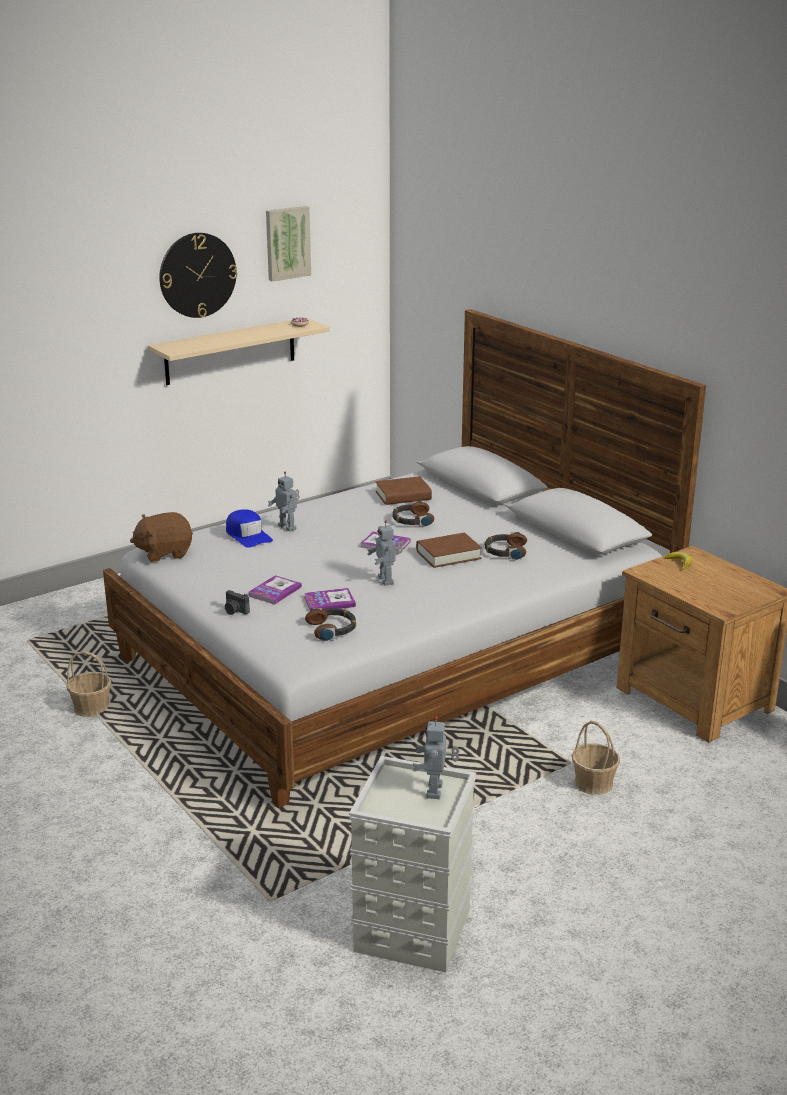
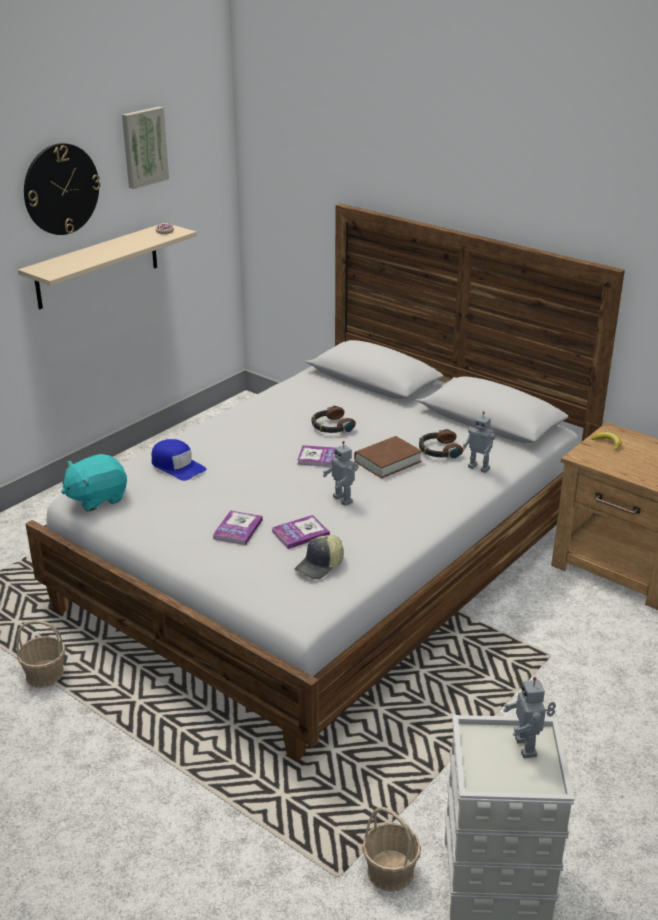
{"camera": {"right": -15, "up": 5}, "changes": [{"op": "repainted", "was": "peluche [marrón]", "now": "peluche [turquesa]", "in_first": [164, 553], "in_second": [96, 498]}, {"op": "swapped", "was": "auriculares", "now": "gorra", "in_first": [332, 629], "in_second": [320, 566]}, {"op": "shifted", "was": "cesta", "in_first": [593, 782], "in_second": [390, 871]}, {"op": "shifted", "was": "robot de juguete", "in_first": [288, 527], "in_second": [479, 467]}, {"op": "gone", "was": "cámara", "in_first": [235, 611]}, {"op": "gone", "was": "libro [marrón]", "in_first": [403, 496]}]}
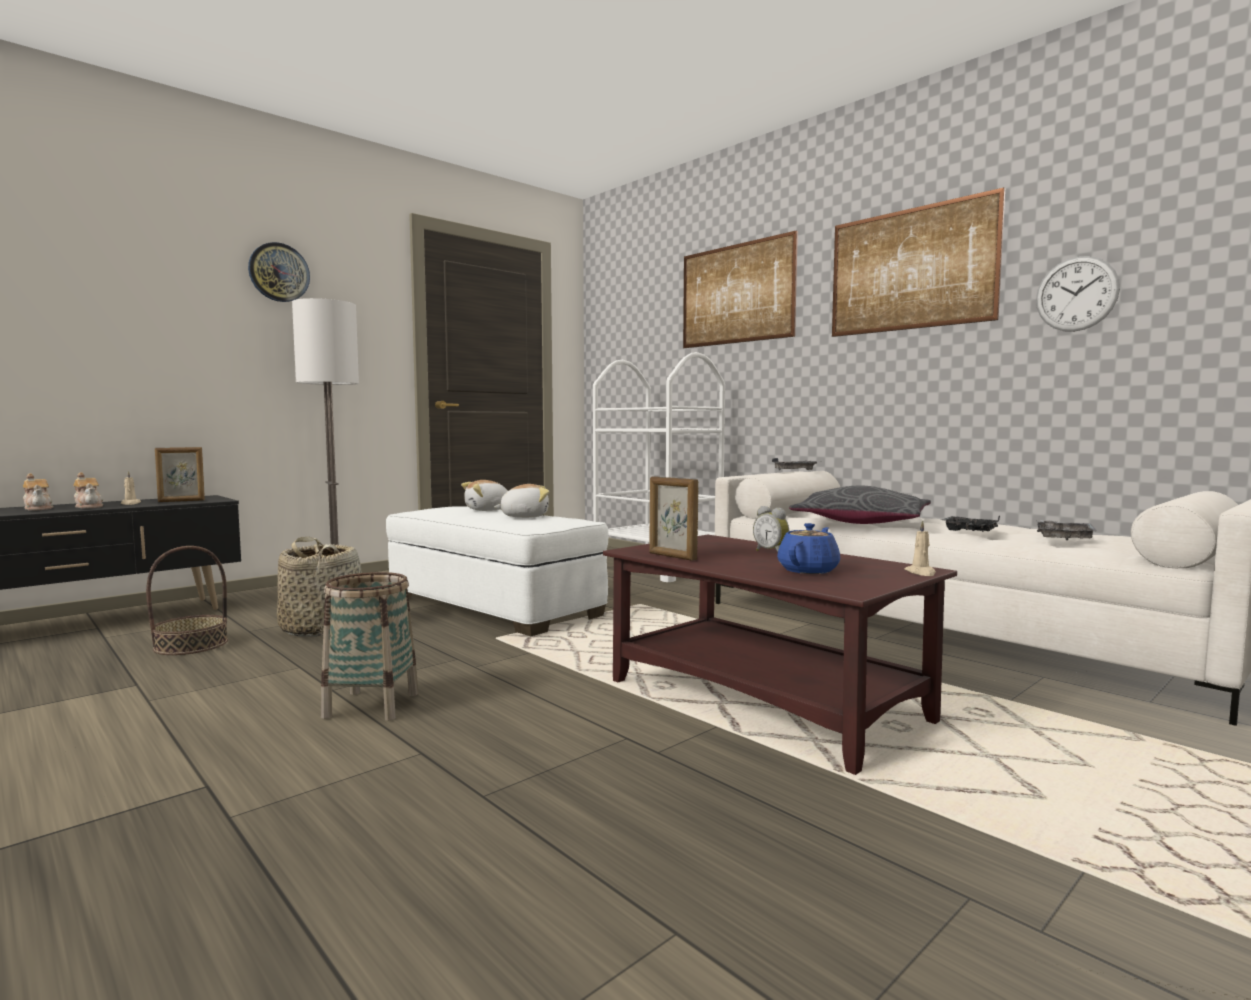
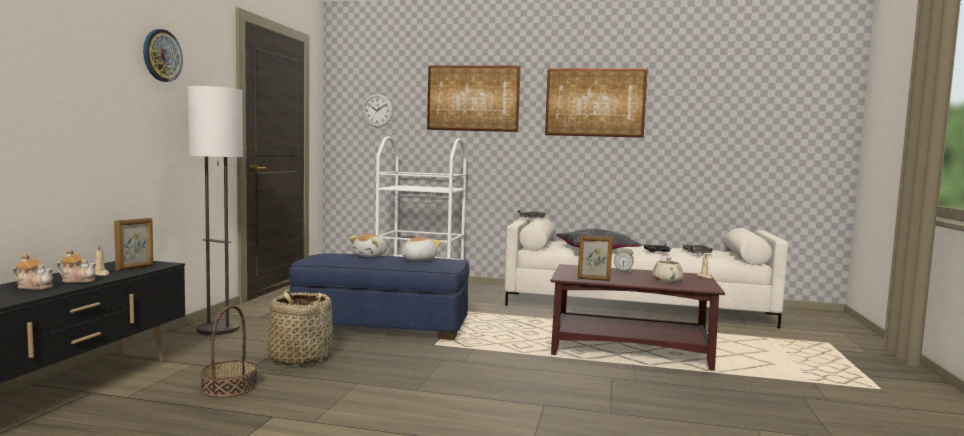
{"camera": {"right": -35, "up": 0}, "changes": [{"op": "repainted", "was": "puf [blanco]", "now": "puf [azul]", "in_first": [494, 607], "in_second": [382, 326]}, {"op": "shifted", "was": "reloj de pared", "in_first": [1076, 294], "in_second": [377, 110]}, {"op": "repainted", "was": "tetera [azul]", "now": "tetera [beis]", "in_first": [809, 570], "in_second": [667, 280]}, {"op": "gone", "was": "cesta", "in_first": [372, 705]}]}
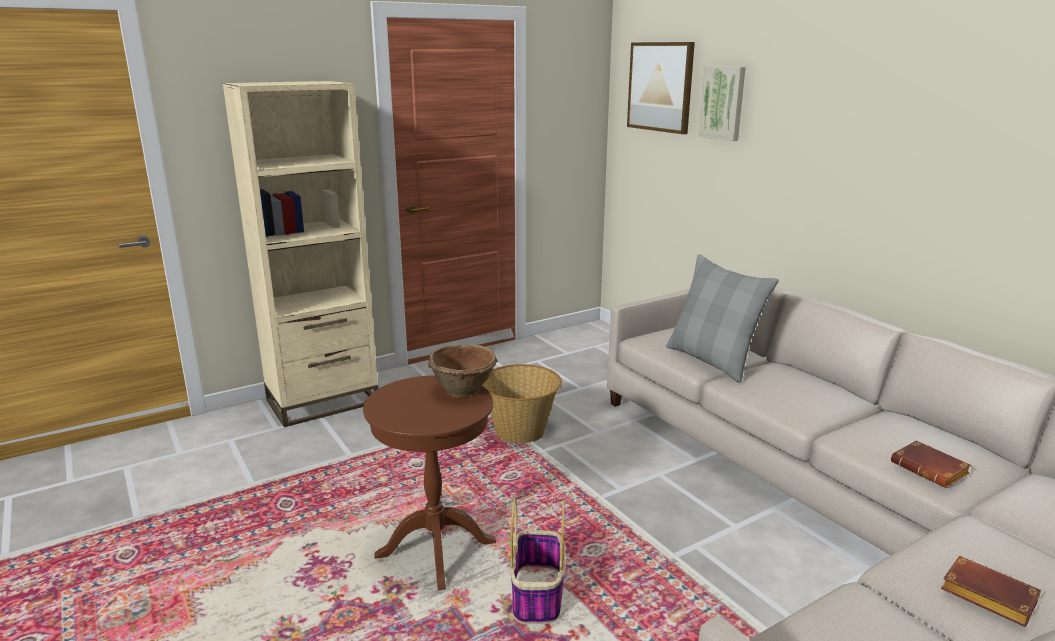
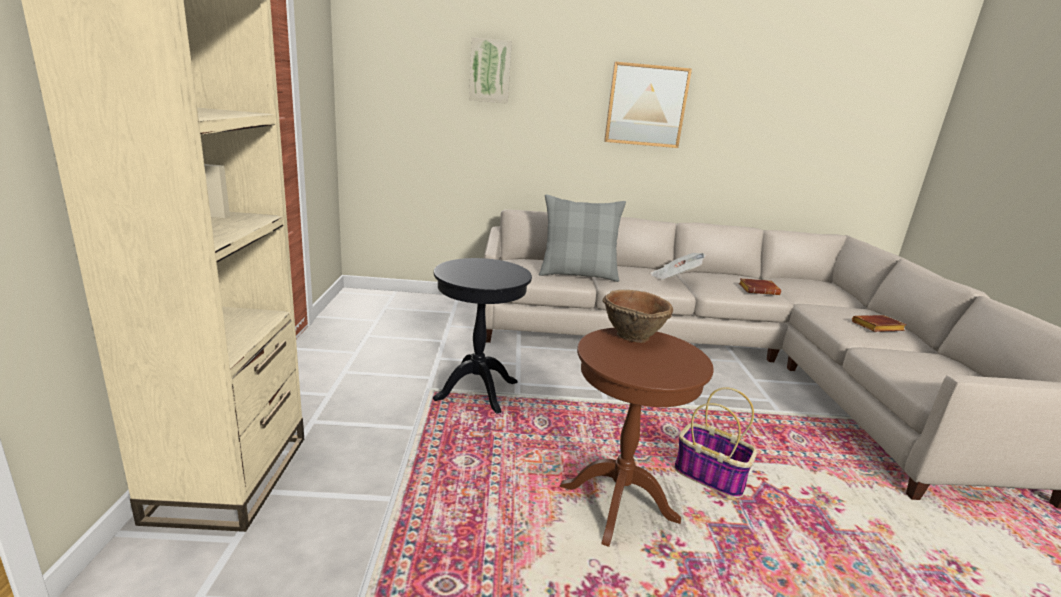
{"camera": {"right": -60, "up": 0}, "changes": [{"op": "swapped", "was": "cesta", "now": "mesa auxiliar [negro]", "in_first": [521, 432], "in_second": [476, 391]}, {"op": "shifted", "was": "cuadro", "in_first": [660, 87], "in_second": [646, 105]}, {"op": "new", "now": "periódico", "in_second": [674, 278]}]}
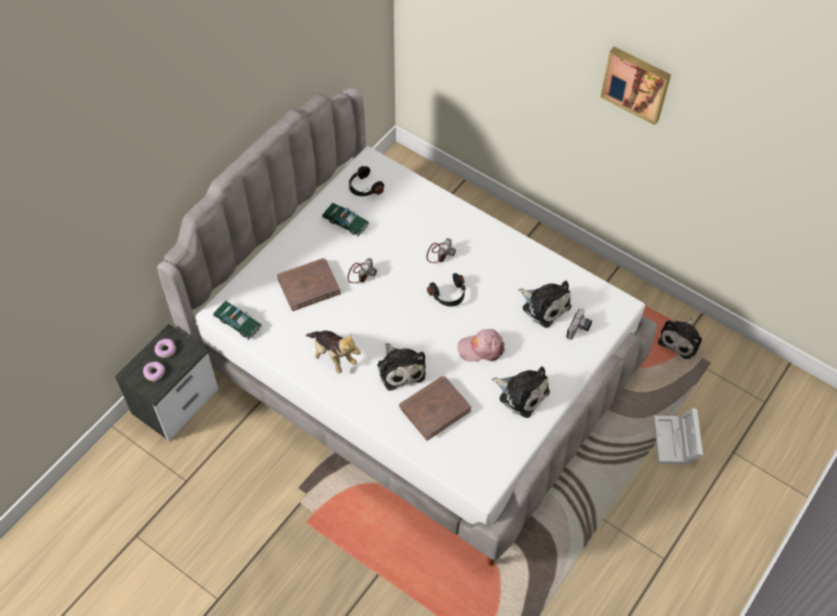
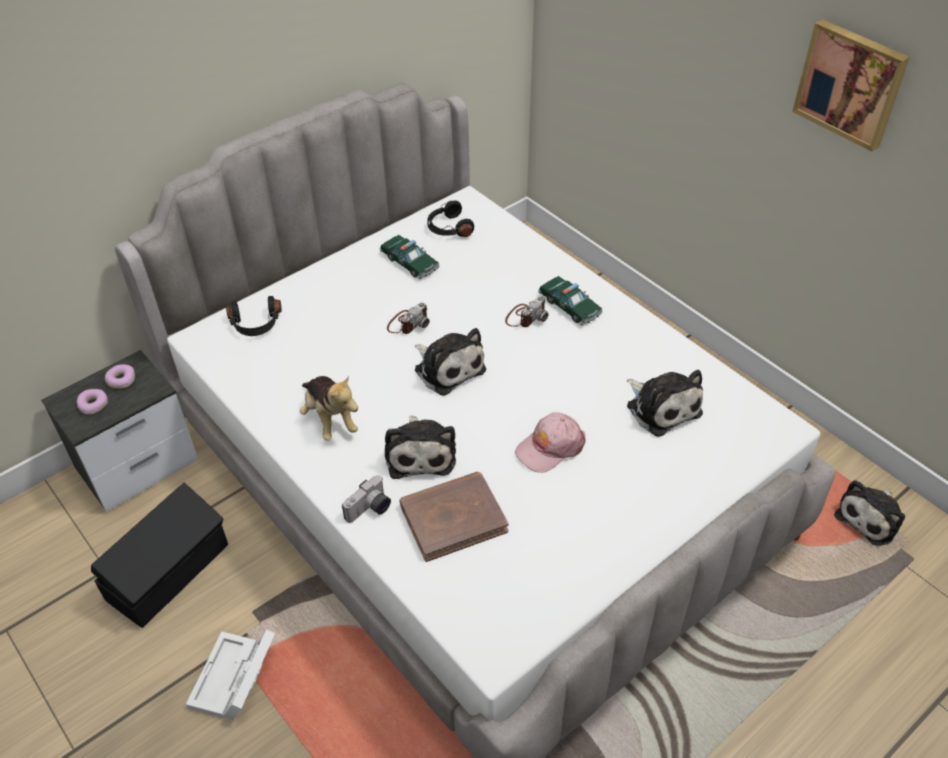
{"camera": {"right": 15, "up": -10}, "changes": [{"op": "new", "now": "caja de almacenaje [negro]", "in_second": [170, 572]}, {"op": "shifted", "was": "caja de almacenaje [blanco]", "in_first": [676, 442], "in_second": [234, 681]}, {"op": "shifted", "was": "auriculares [negro]", "in_first": [449, 295], "in_second": [256, 324]}, {"op": "shifted", "was": "cámara", "in_first": [579, 329], "in_second": [370, 510]}, {"op": "shifted", "was": "peluche", "in_first": [521, 393], "in_second": [447, 368]}, {"op": "rotated", "was": "gorra [rosa]", "in_first": [481, 348], "in_second": [550, 447], "clockwise": -45}, {"op": "shifted", "was": "coche de juguete", "in_first": [238, 323], "in_second": [569, 306]}, {"op": "gone", "was": "libro [marrón]", "in_first": [308, 285]}]}
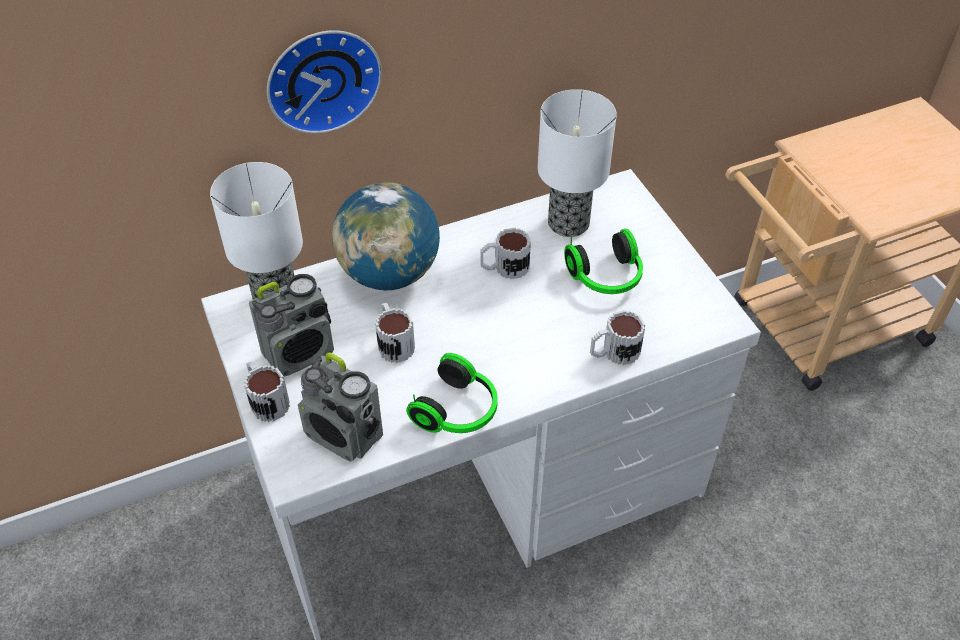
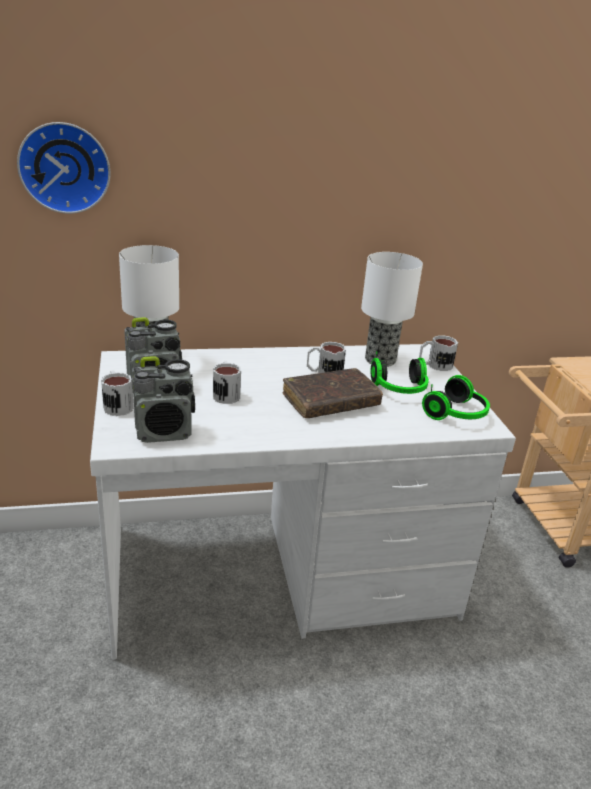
{"camera": {"right": 10, "up": -20}, "changes": [{"op": "shifted", "was": "reloj de pared", "in_first": [322, 78], "in_second": [65, 167]}, {"op": "rotated", "was": "radio", "in_first": [344, 435], "in_second": [164, 432], "clockwise": -60}, {"op": "new", "now": "libro [marrón]", "in_second": [330, 402]}, {"op": "shifted", "was": "taza grande", "in_first": [613, 352], "in_second": [434, 365]}, {"op": "shifted", "was": "auriculares", "in_first": [458, 411], "in_second": [457, 414]}, {"op": "gone", "was": "globo terráqueo", "in_first": [389, 274]}]}
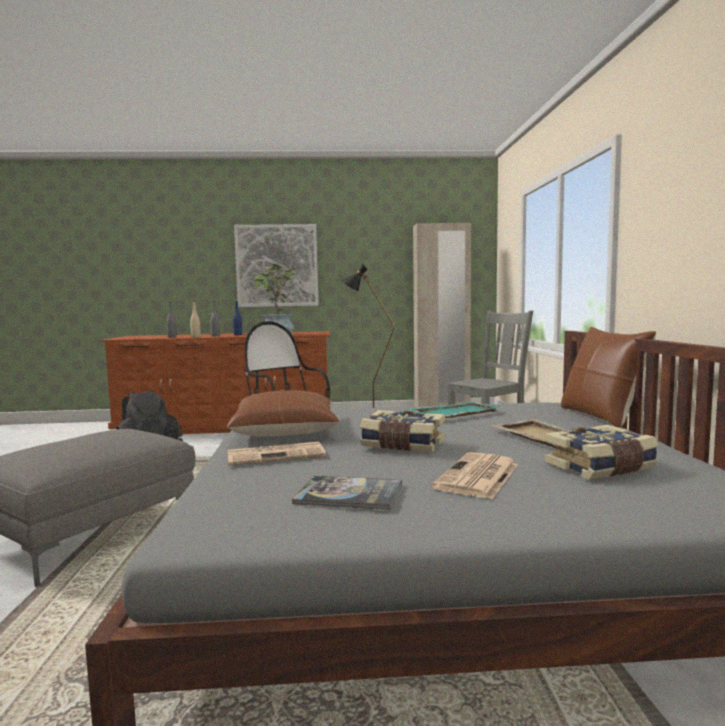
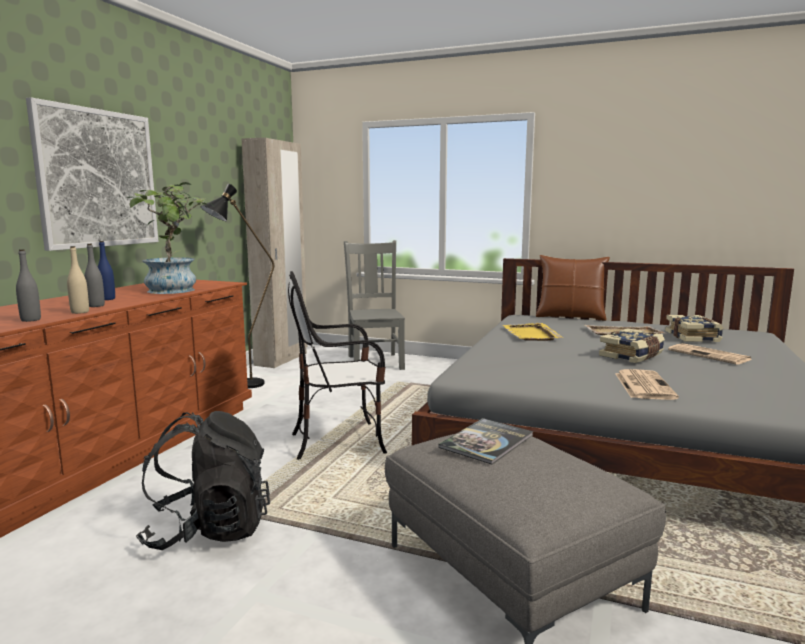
{"camera": {"right": -65, "up": 5}, "changes": [{"op": "shifted", "was": "libro", "in_first": [349, 494], "in_second": [486, 442]}, {"op": "repainted", "was": "bandeja [turquesa]", "now": "bandeja [amarillo]", "in_first": [454, 413], "in_second": [531, 334]}, {"op": "gone", "was": "cojín [marrón]", "in_first": [285, 430]}]}
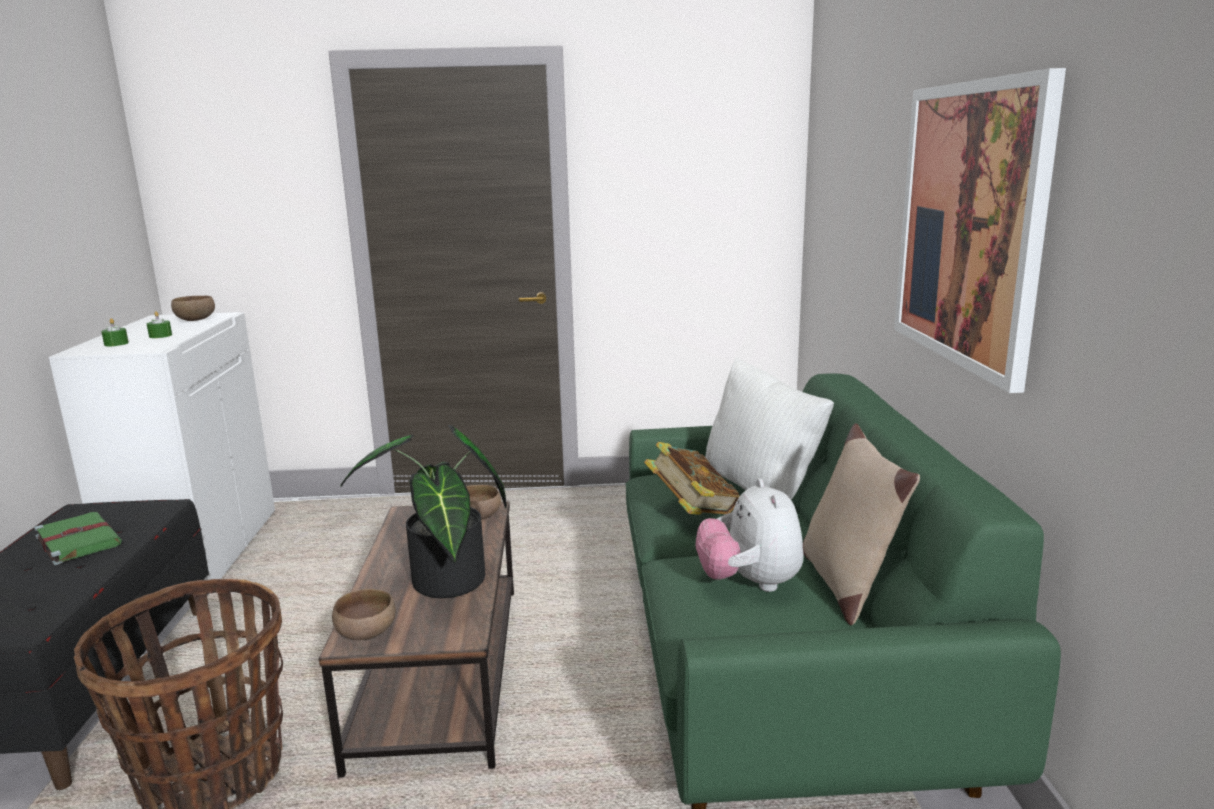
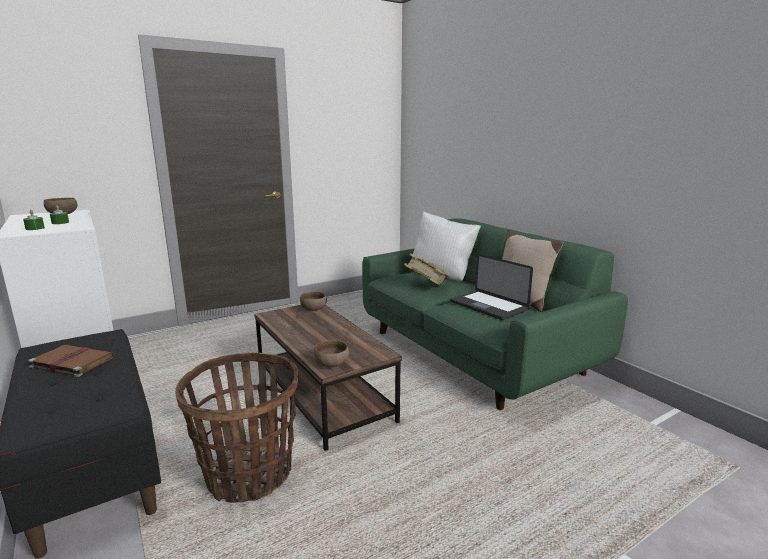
{"camera": {"right": -30, "up": 0}, "changes": [{"op": "repainted", "was": "libro [verde]", "now": "libro [marrón]", "in_first": [77, 540], "in_second": [71, 362]}, {"op": "swapped", "was": "peluche", "now": "portátil", "in_first": [749, 583], "in_second": [488, 306]}, {"op": "gone", "was": "planta en maceta", "in_first": [444, 586]}, {"op": "gone", "was": "cuadro", "in_first": [969, 225]}]}
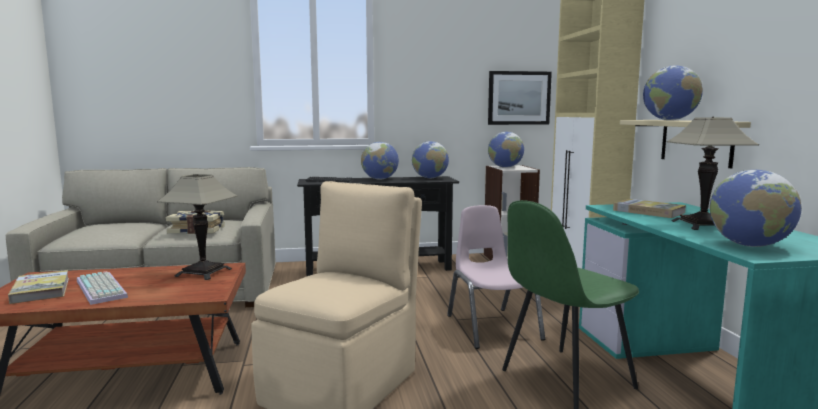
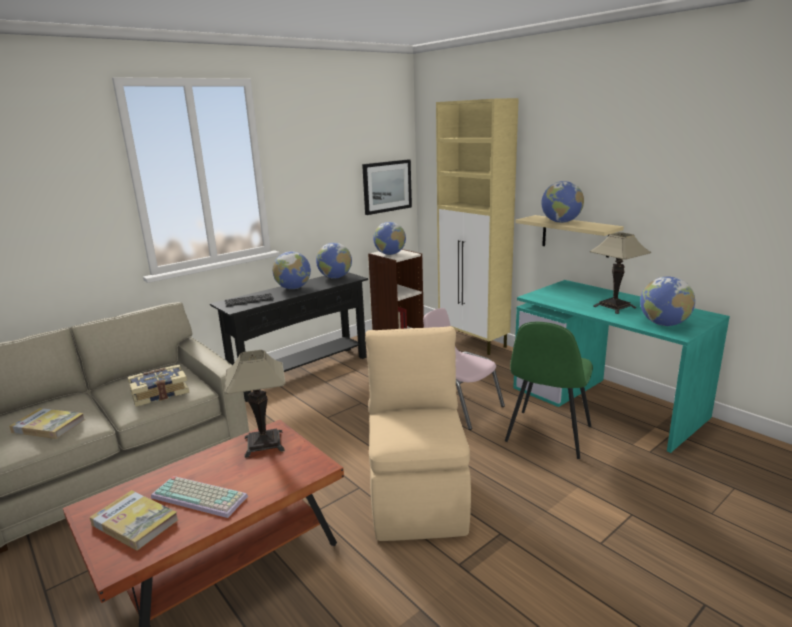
{"camera": {"right": -30, "up": 10}, "changes": [{"op": "shifted", "was": "libro", "in_first": [648, 211], "in_second": [48, 426]}]}
